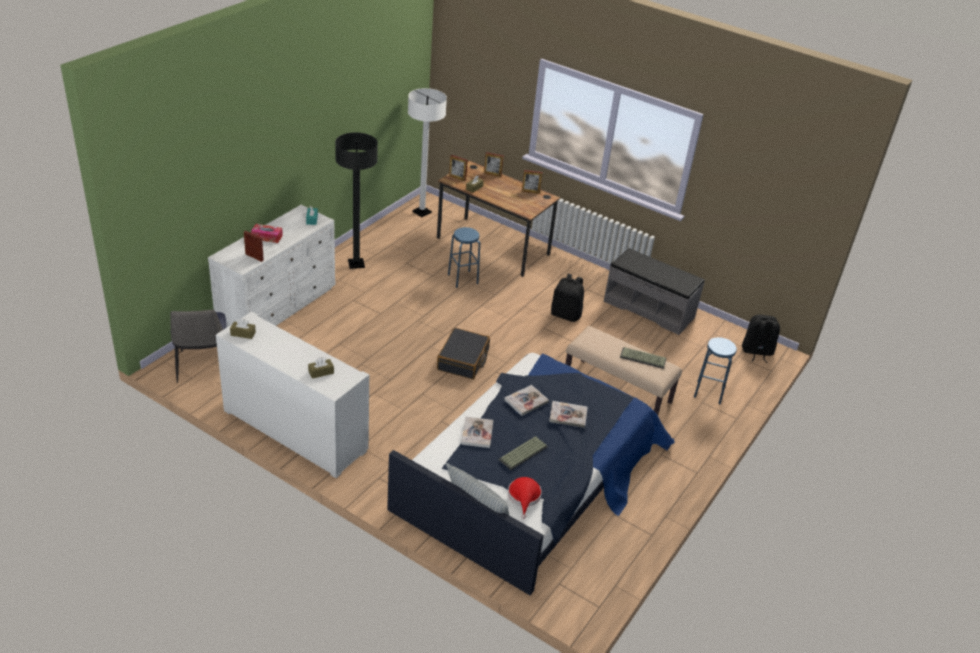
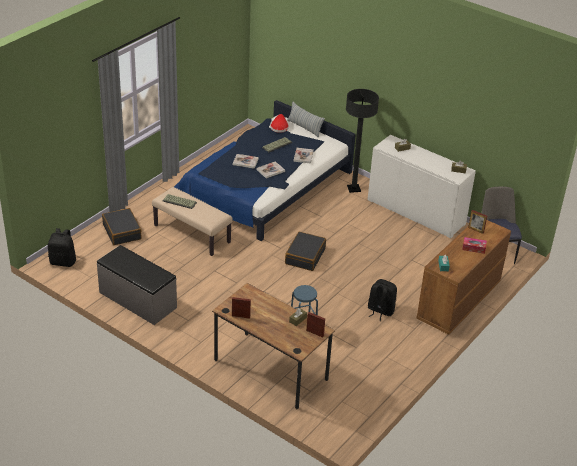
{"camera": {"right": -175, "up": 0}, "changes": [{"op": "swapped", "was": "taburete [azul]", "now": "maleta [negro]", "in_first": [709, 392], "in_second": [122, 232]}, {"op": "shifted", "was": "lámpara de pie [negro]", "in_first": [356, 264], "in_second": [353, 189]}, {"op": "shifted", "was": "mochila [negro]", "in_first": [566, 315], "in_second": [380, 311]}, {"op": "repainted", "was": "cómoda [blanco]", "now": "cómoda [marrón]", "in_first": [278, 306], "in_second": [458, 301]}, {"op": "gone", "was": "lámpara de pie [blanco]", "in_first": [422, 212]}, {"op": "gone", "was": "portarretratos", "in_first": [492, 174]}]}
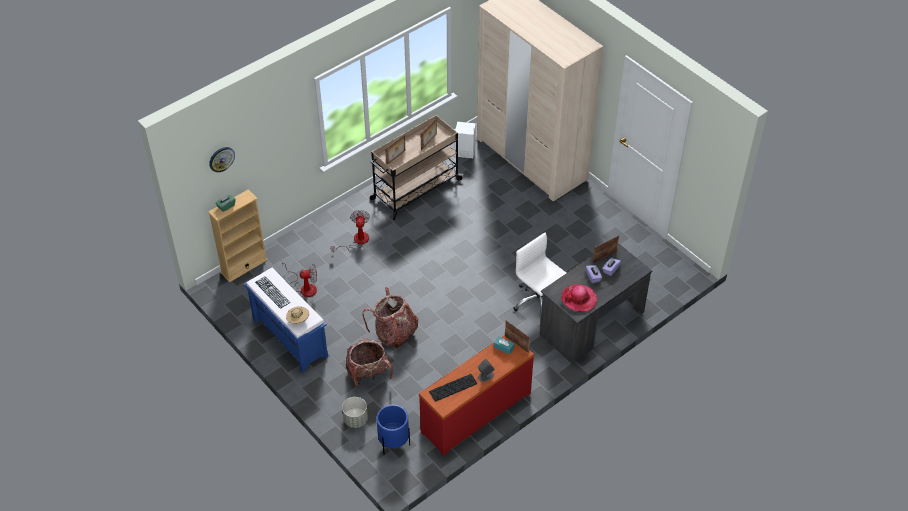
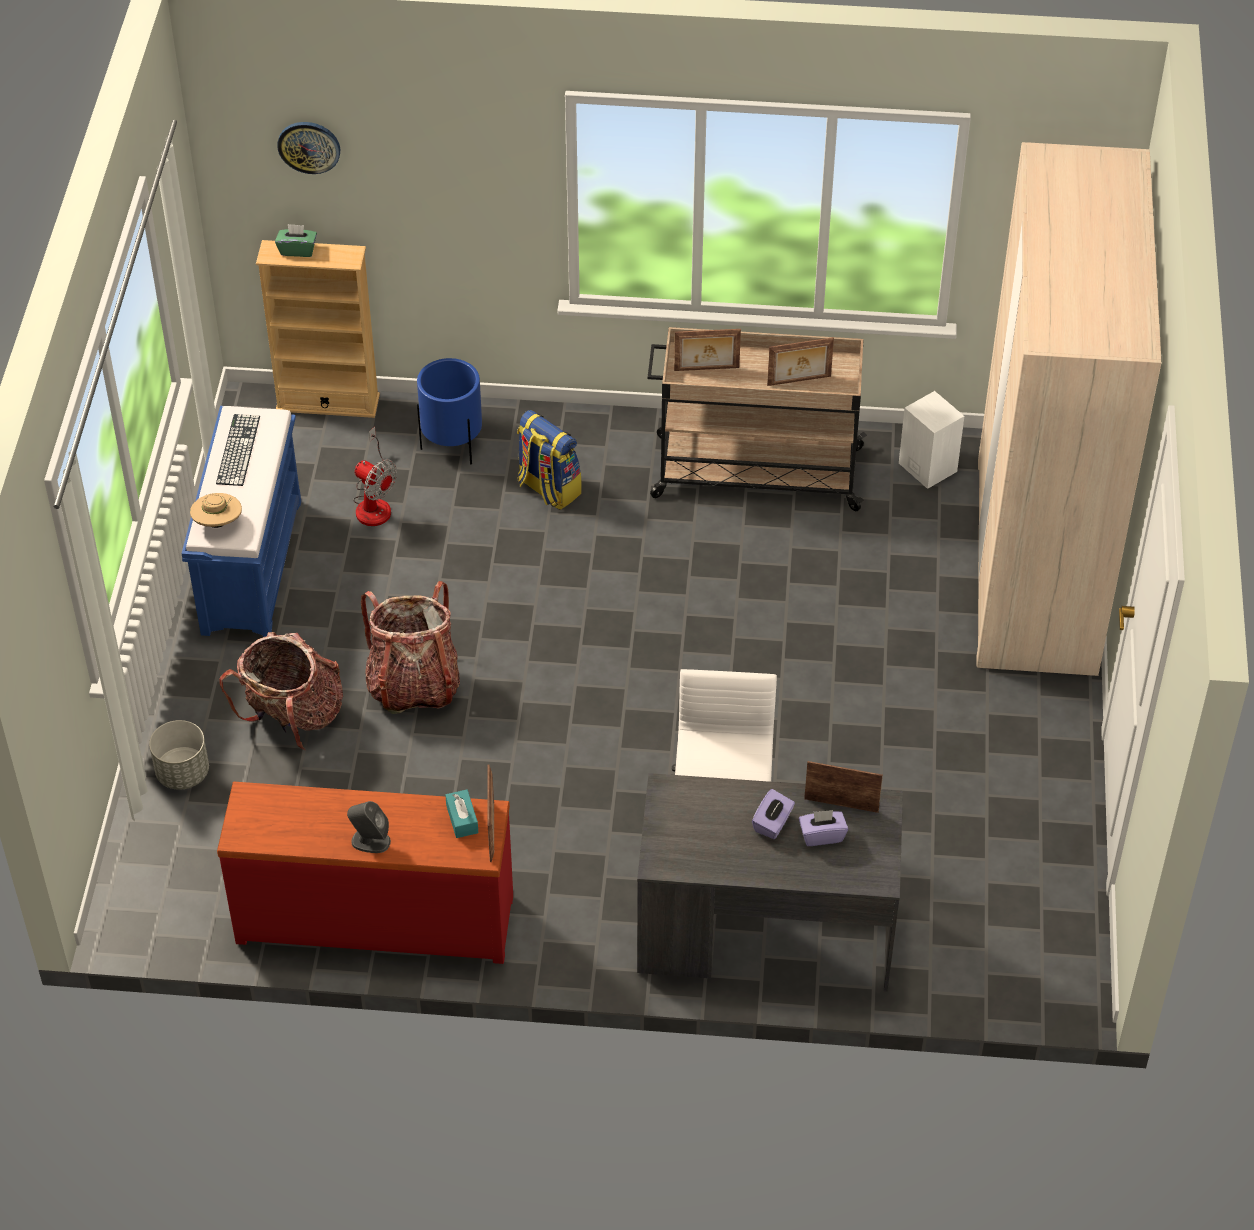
{"camera": {"right": 45, "up": 0}, "changes": [{"op": "shifted", "was": "maceta [azul]", "in_first": [393, 443], "in_second": [452, 446]}, {"op": "swapped", "was": "ventilador", "now": "mochila", "in_first": [356, 241], "in_second": [548, 488]}, {"op": "gone", "was": "teclado", "in_first": [453, 387]}, {"op": "gone", "was": "sombrero", "in_first": [579, 299]}]}
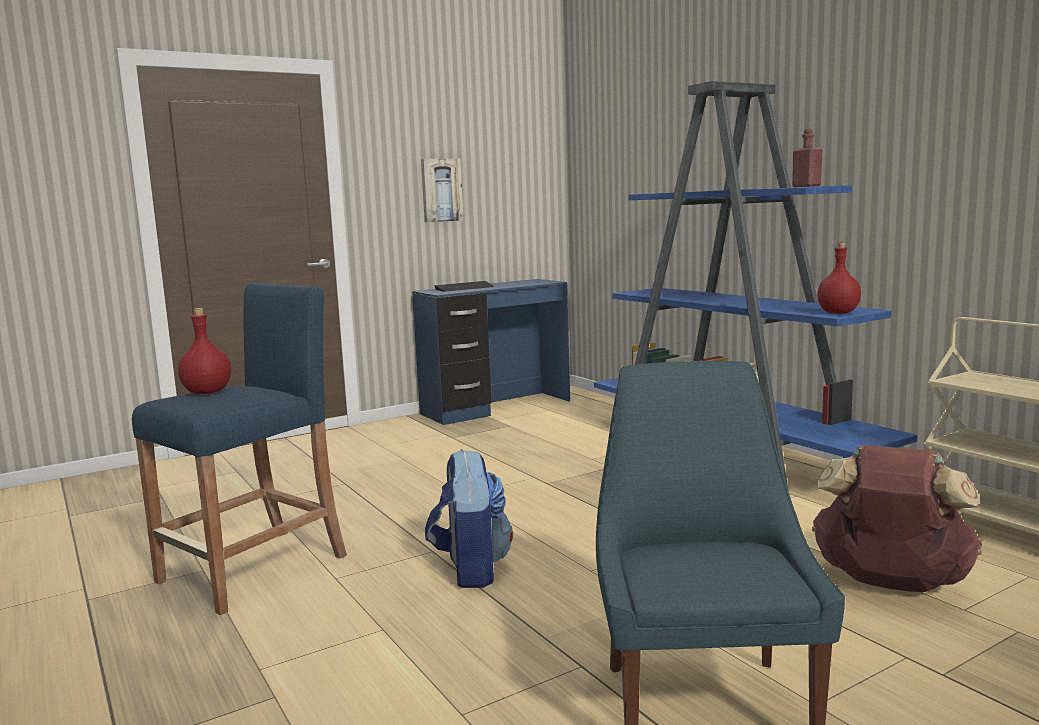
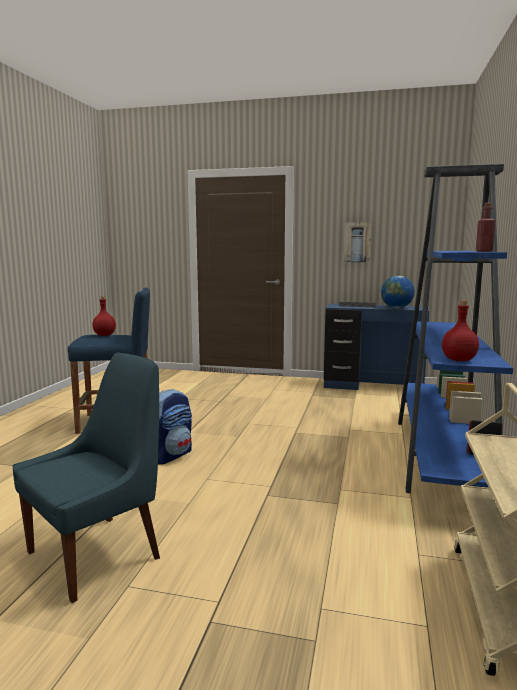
{"camera": {"right": 45, "up": 0}, "changes": [{"op": "new", "now": "globo terráqueo", "in_second": [396, 308]}, {"op": "gone", "was": "mochila [marrón]", "in_first": [890, 584]}]}
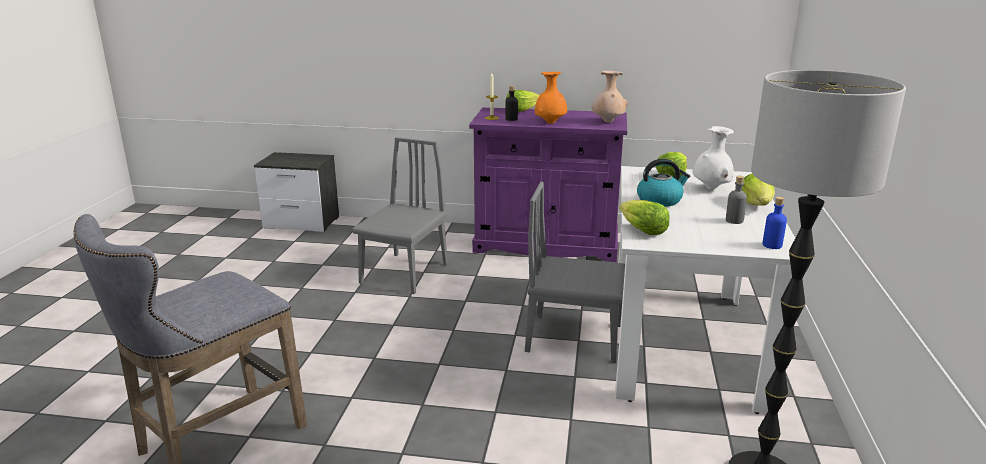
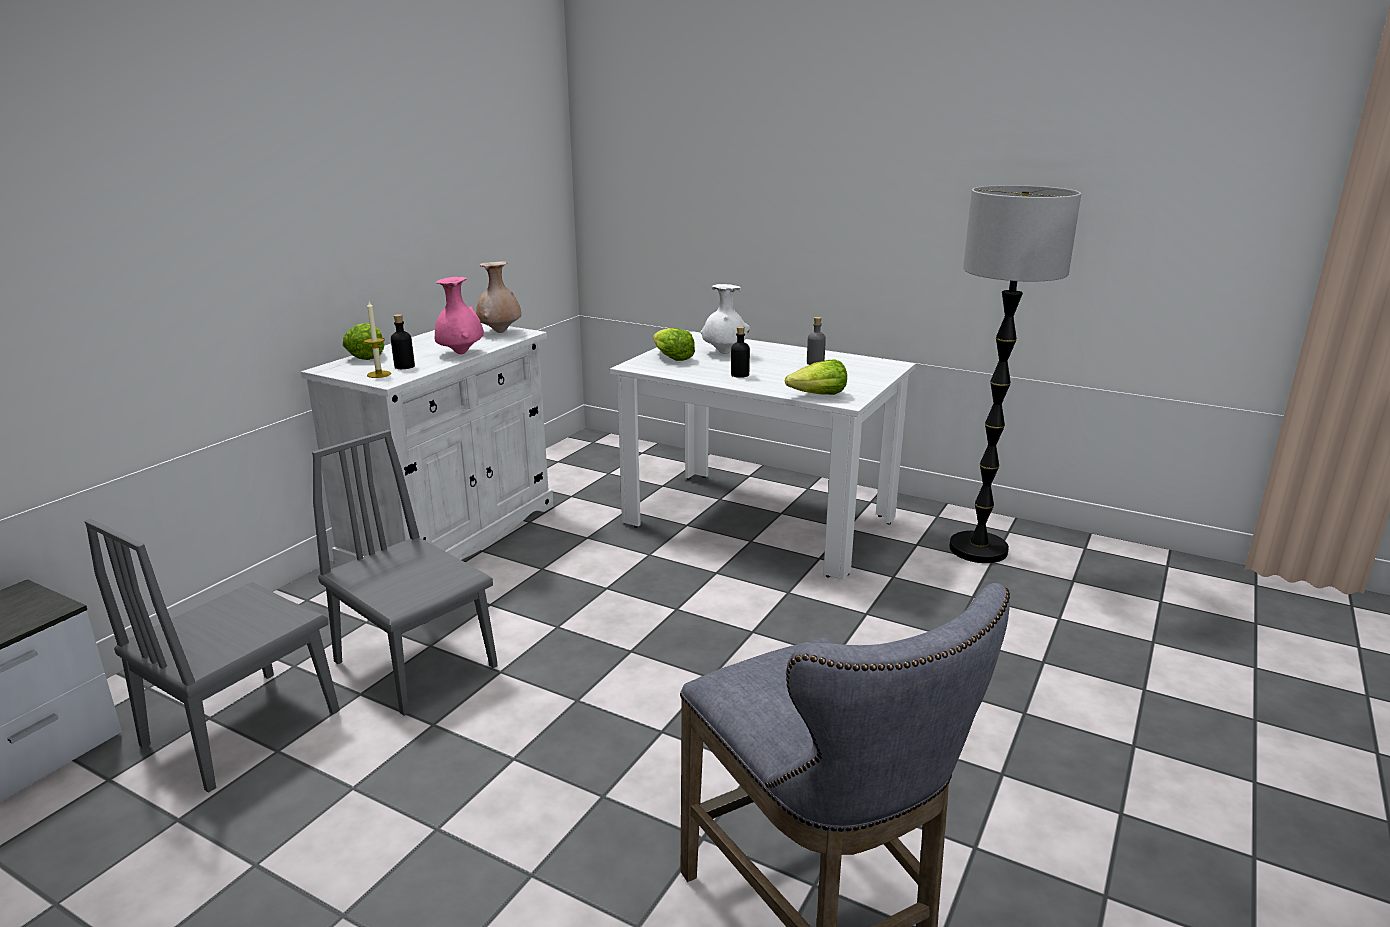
{"camera": {"right": -70, "up": 0}, "changes": [{"op": "shifted", "was": "silla [gris]", "in_first": [574, 338], "in_second": [242, 727]}, {"op": "repainted", "was": "armario [morado]", "now": "armario [blanco]", "in_first": [546, 244], "in_second": [452, 534]}, {"op": "repainted", "was": "florero [naranja]", "now": "florero [rosa]", "in_first": [550, 123], "in_second": [460, 353]}, {"op": "swapped", "was": "hervidor", "now": "botella [negro]", "in_first": [660, 200], "in_second": [740, 375]}, {"op": "gone", "was": "lechuga", "in_first": [757, 205]}, {"op": "gone", "was": "botella [azul]", "in_first": [772, 245]}]}
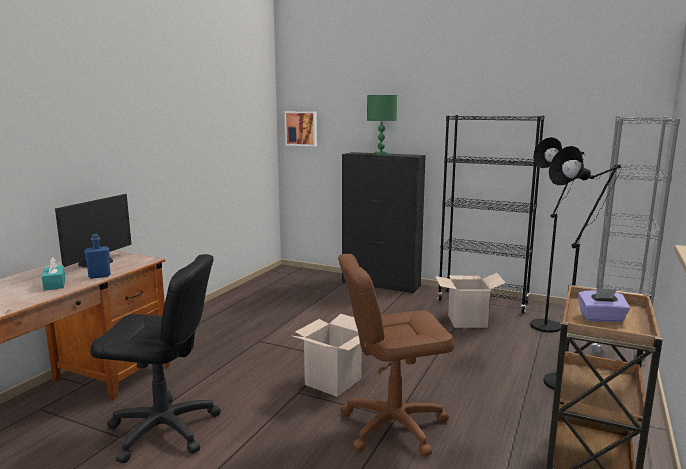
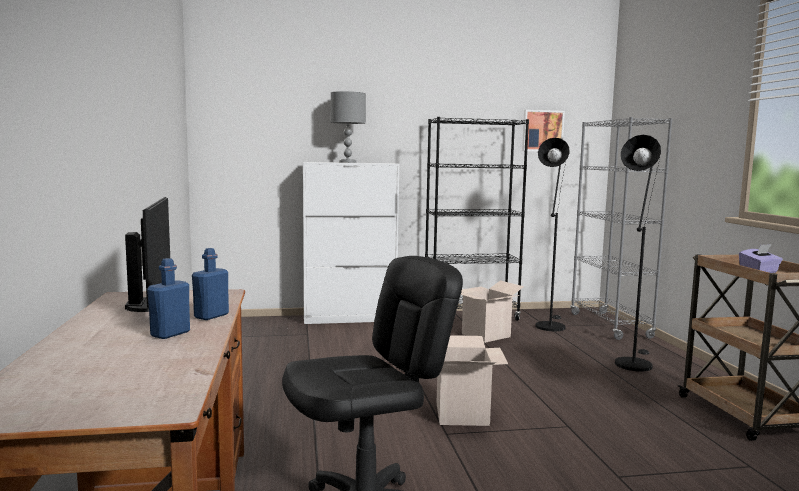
{"camera": {"right": -35, "up": -5}, "changes": [{"op": "swapped", "was": "caja de pañuelos [turquesa]", "now": "botella [azul]", "in_first": [54, 284], "in_second": [170, 334]}, {"op": "repainted", "was": "armario [negro]", "now": "armario [blanco]", "in_first": [381, 284], "in_second": [350, 318]}, {"op": "repainted", "was": "lámpara de mesa [verde]", "now": "lámpara de mesa [gris]", "in_first": [381, 154], "in_second": [348, 162]}, {"op": "shifted", "was": "cuadro", "in_first": [301, 128], "in_second": [542, 131]}, {"op": "gone", "was": "silla de oficina [marrón]", "in_first": [393, 425]}]}
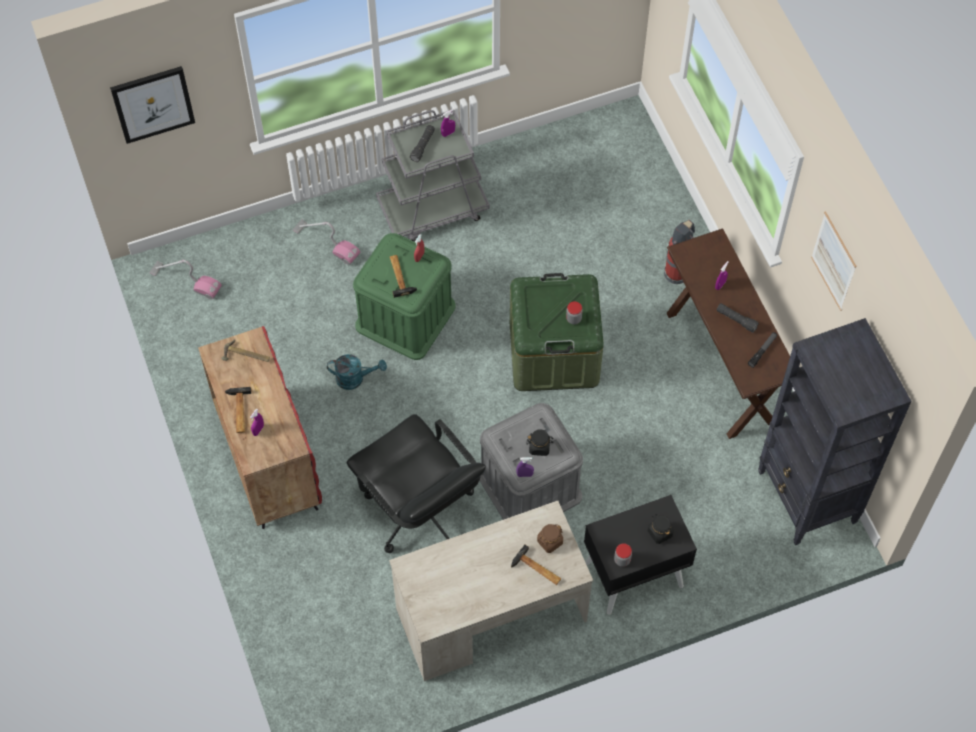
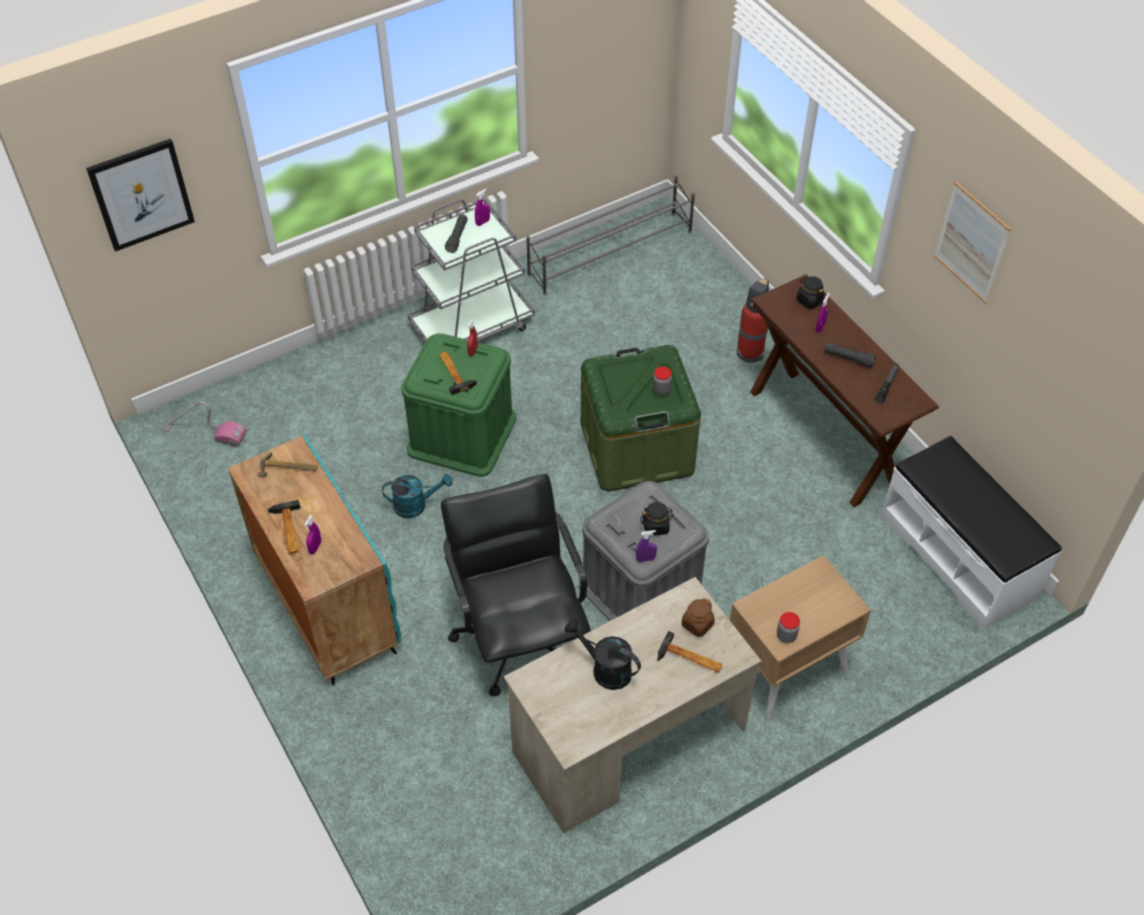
{"camera": {"right": -10, "up": -10}, "changes": [{"op": "repainted", "was": "armario [rojo]", "now": "armario [turquesa]", "in_first": [267, 457], "in_second": [326, 604]}, {"op": "rotated", "was": "silla de oficina [negro]", "in_first": [419, 511], "in_second": [518, 637], "clockwise": -150}, {"op": "new", "now": "zapatero [gris]", "in_second": [611, 253]}, {"op": "new", "now": "regadera [negro]", "in_second": [605, 669]}, {"op": "repainted", "was": "mesita de noche [negro]", "now": "mesita de noche [beis]", "in_first": [633, 575], "in_second": [786, 668]}, {"op": "shifted", "was": "tarro [negro]", "in_first": [659, 532], "in_second": [809, 300]}, {"op": "swapped", "was": "estantería [negro]", "now": "banco [blanco]", "in_first": [807, 498], "in_second": [958, 555]}, {"op": "gone", "was": "aspiradora", "in_first": [326, 243]}]}
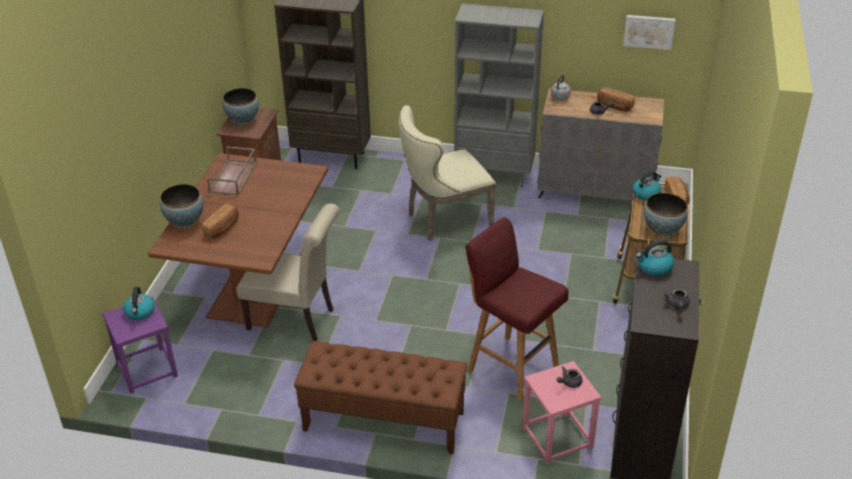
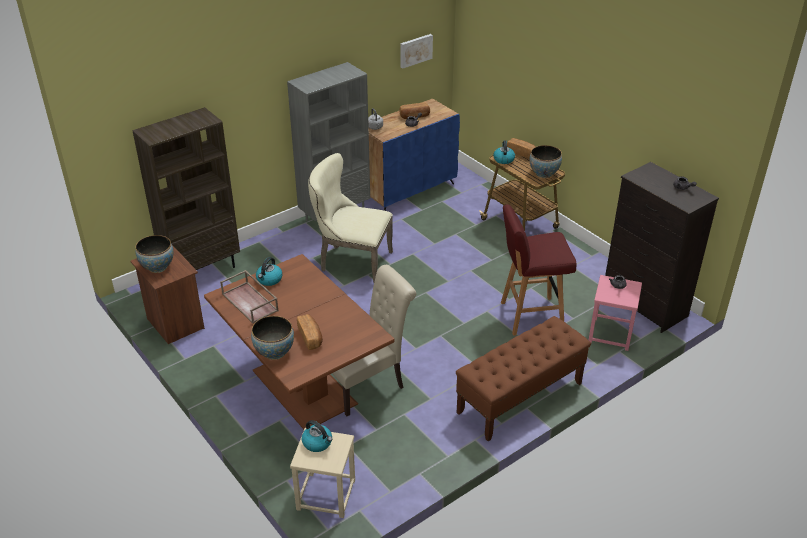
{"camera": {"right": -50, "up": 0}, "changes": [{"op": "shifted", "was": "hervidor", "in_first": [654, 267], "in_second": [269, 280]}, {"op": "repainted", "was": "taburete [morado]", "now": "taburete [beis]", "in_first": [146, 370], "in_second": [325, 495]}, {"op": "rotated", "was": "silla [beis]", "in_first": [444, 220], "in_second": [351, 262], "clockwise": 90}, {"op": "repainted", "was": "armario [gris]", "now": "armario [azul]", "in_first": [595, 191], "in_second": [409, 190]}]}
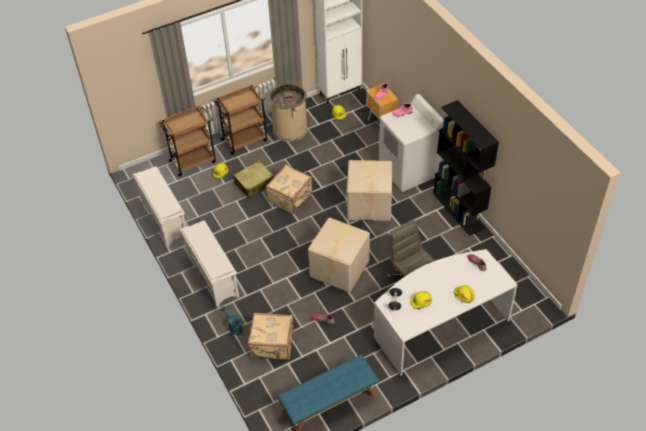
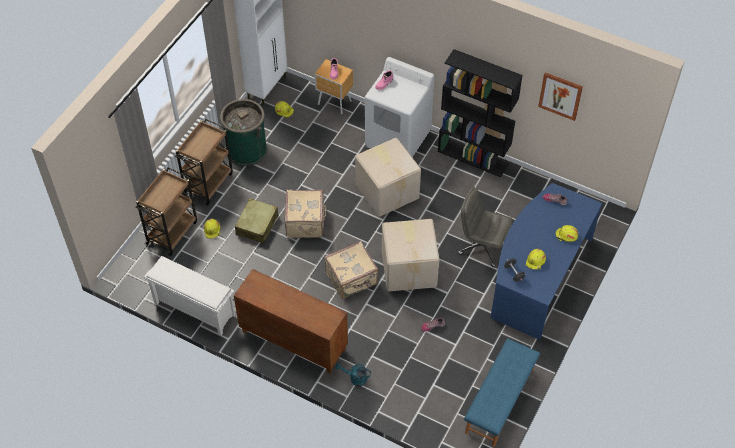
{"camera": {"right": -35, "up": 5}, "changes": [{"op": "repainted", "was": "papelera [beis]", "now": "papelera [verde]", "in_first": [290, 129], "in_second": [246, 150]}, {"op": "swapped", "was": "zapatero [blanco]", "now": "armario [marrón]", "in_first": [212, 276], "in_second": [292, 341]}, {"op": "shifted", "was": "maleta [beis]", "in_first": [272, 345], "in_second": [352, 279]}, {"op": "repainted", "was": "escritorio [blanco]", "now": "escritorio [azul]", "in_first": [439, 326], "in_second": [538, 276]}, {"op": "new", "now": "cuadro", "in_second": [560, 95]}]}
